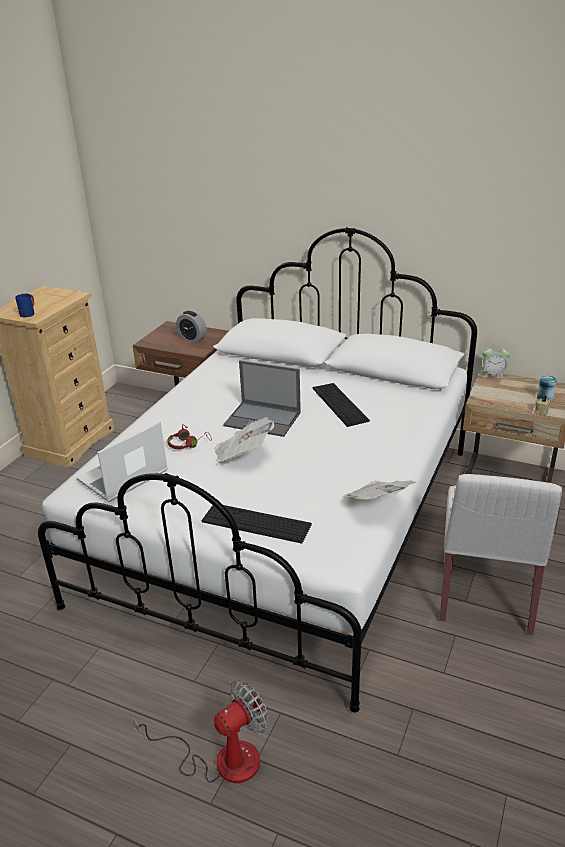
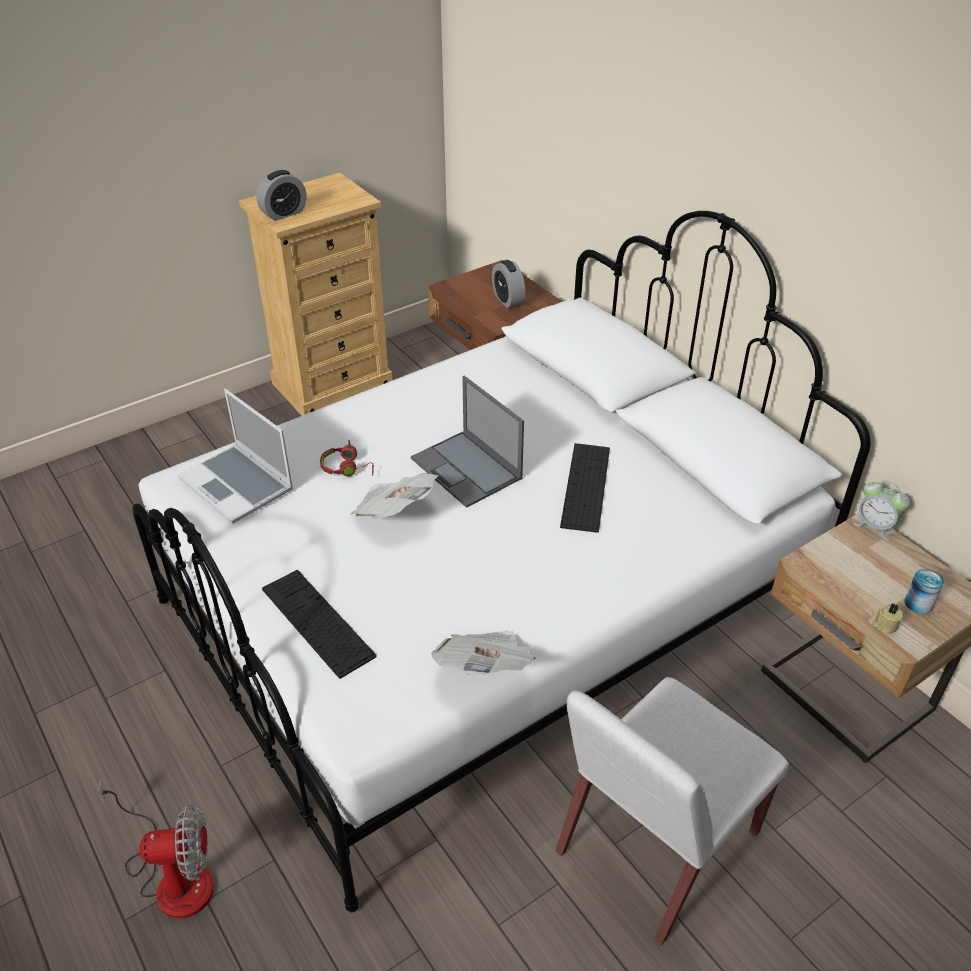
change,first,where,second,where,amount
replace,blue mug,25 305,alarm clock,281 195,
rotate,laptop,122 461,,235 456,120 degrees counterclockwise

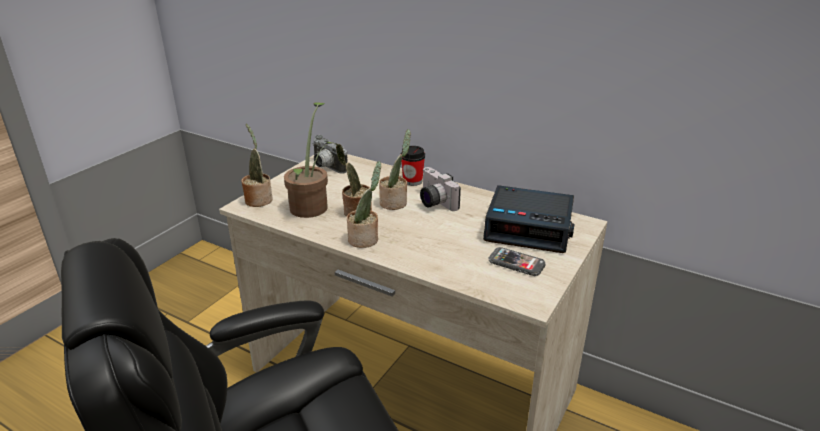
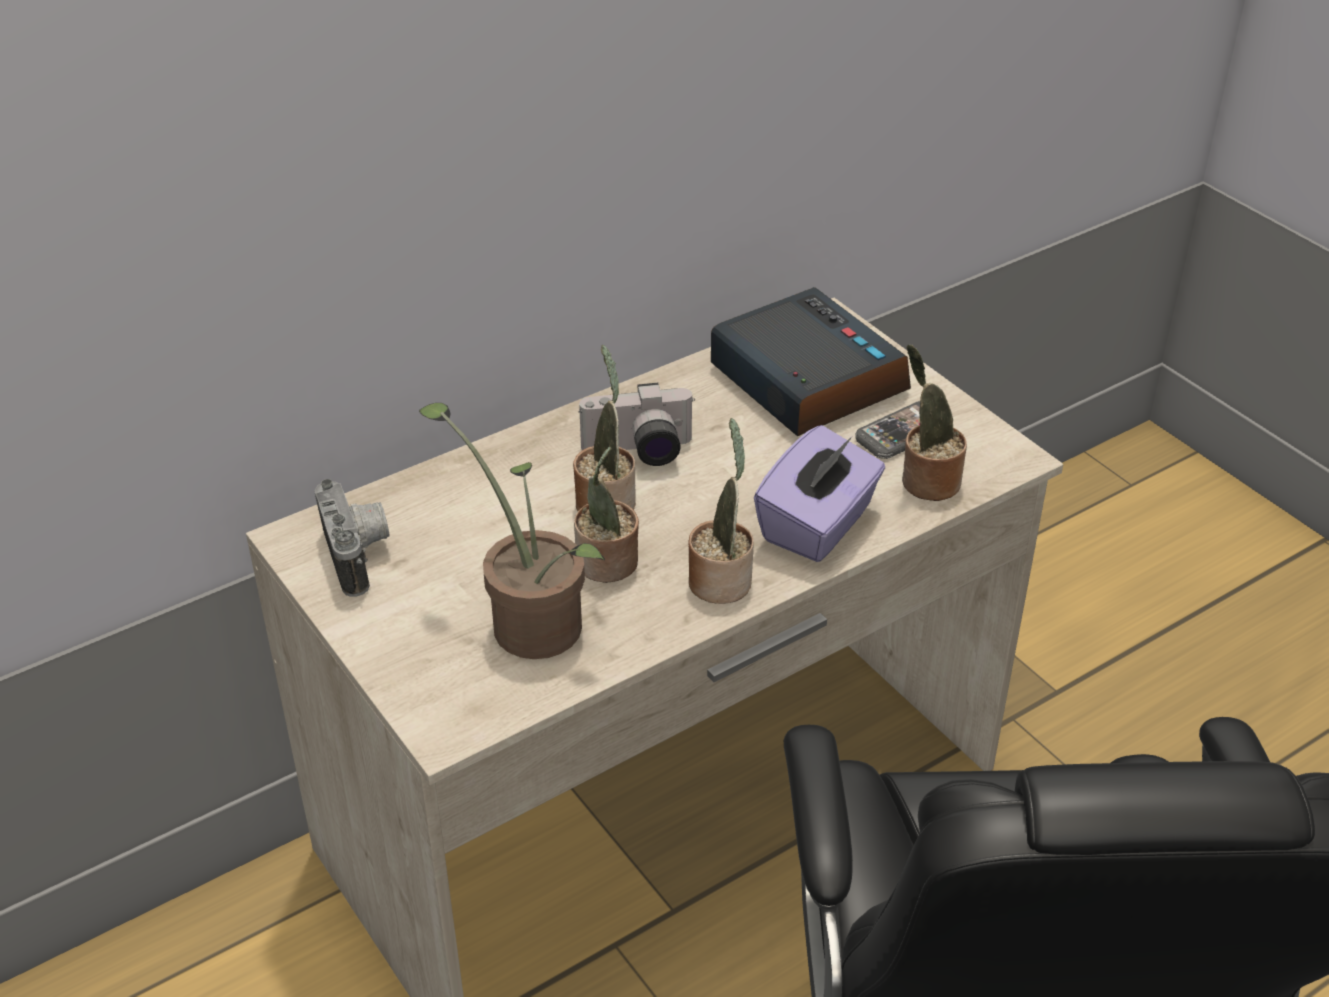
change,first,where,second,where,amount
delete,small cup,413 166,,,
insert,,,purple-coloured tissue box,819 493,
move,houseplant,257 165,,934 423,
rotate,photo camera,330 154,,352 538,90 degrees counterclockwise
rotate,alarm clock,528 219,,811 361,75 degrees counterclockwise

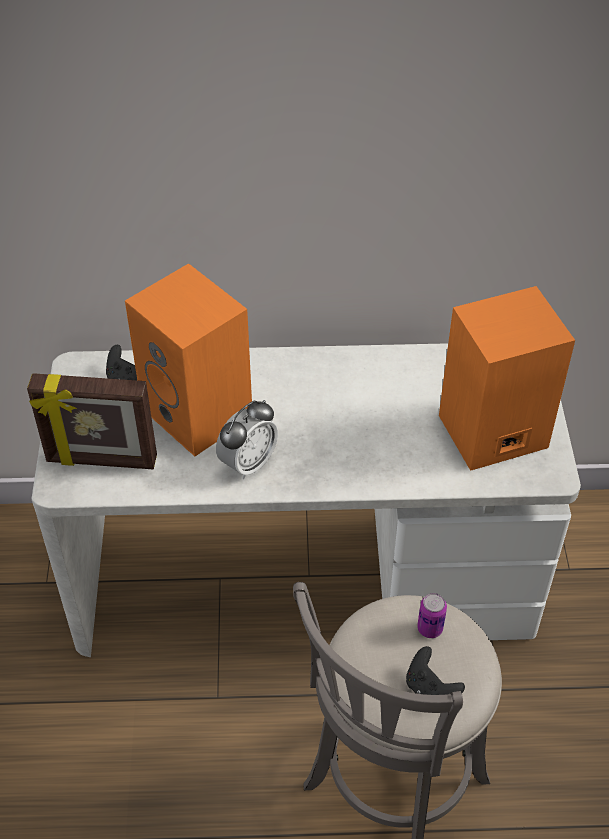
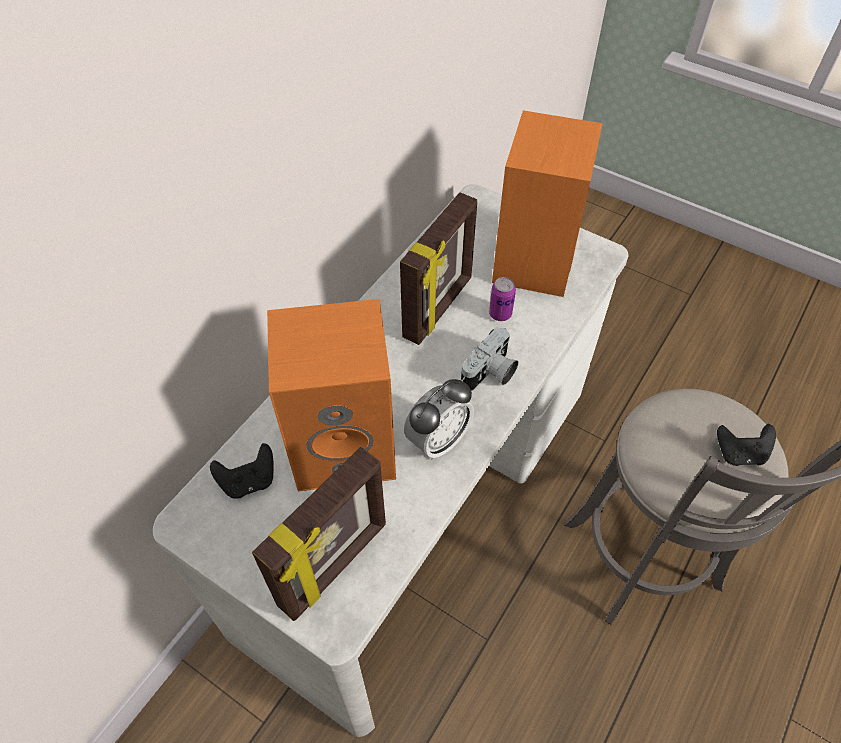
change,first,where,second,where,amount
insert,,,photo frame,438 268,
insert,,,photo camera,489 359,
move,can,432 615,,502 299,
rotate,alarm clock,247 439,,439 419,60 degrees clockwise

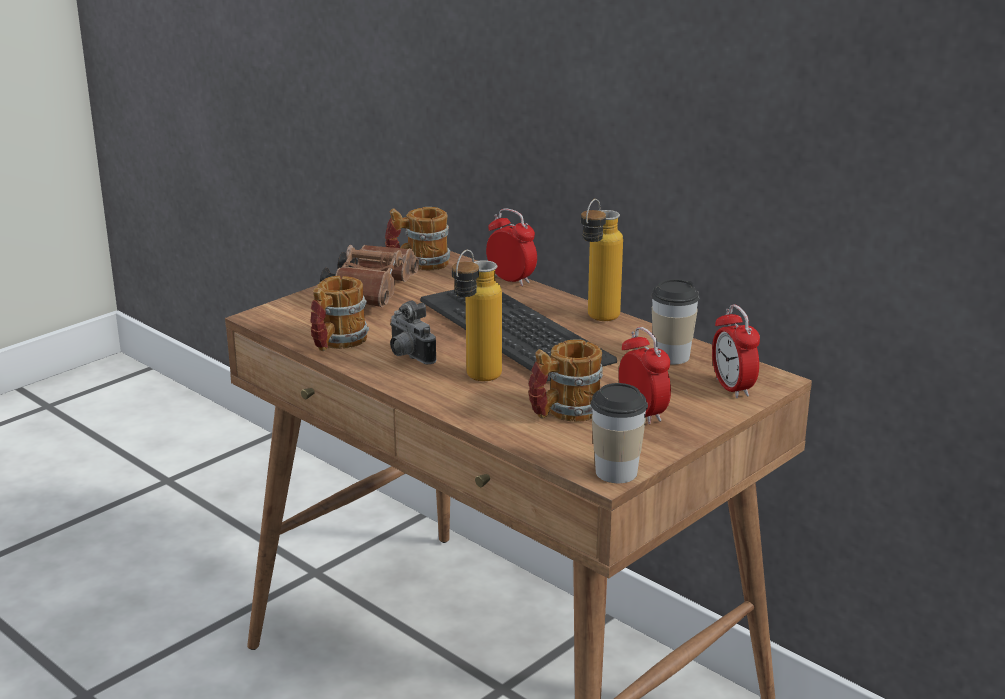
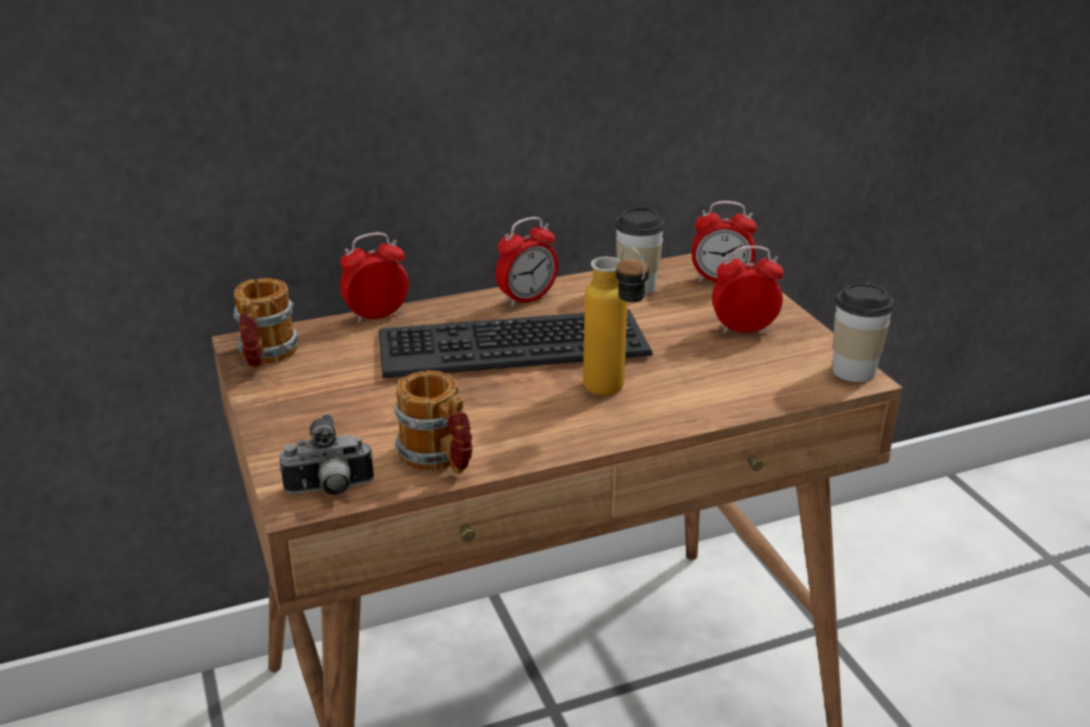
change,first,where,second,where,amount
delete,brown field glasses,369 276,,,
delete,mug,565 381,,,
move,photo camera,413 332,,326 454,
replace,bottle,602 260,alarm clock,527 262,

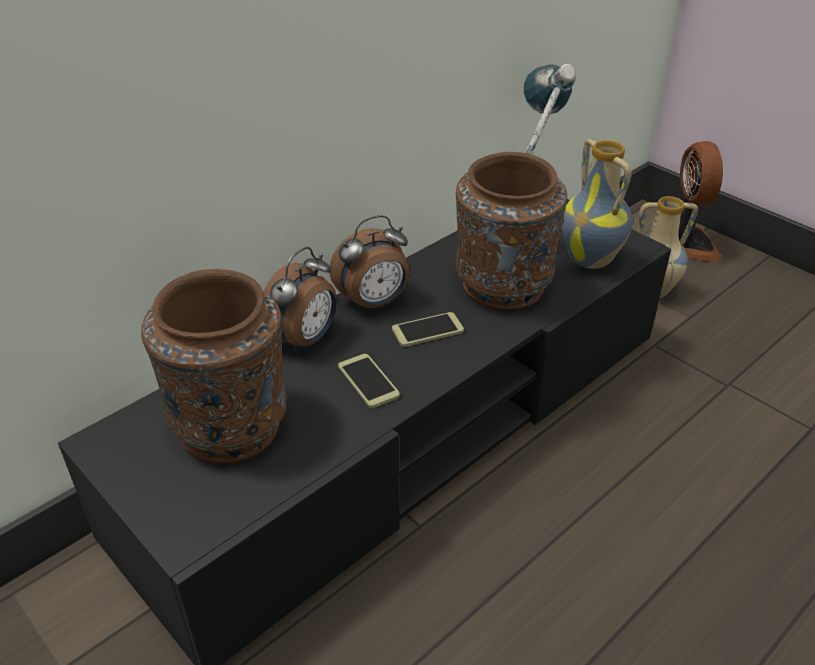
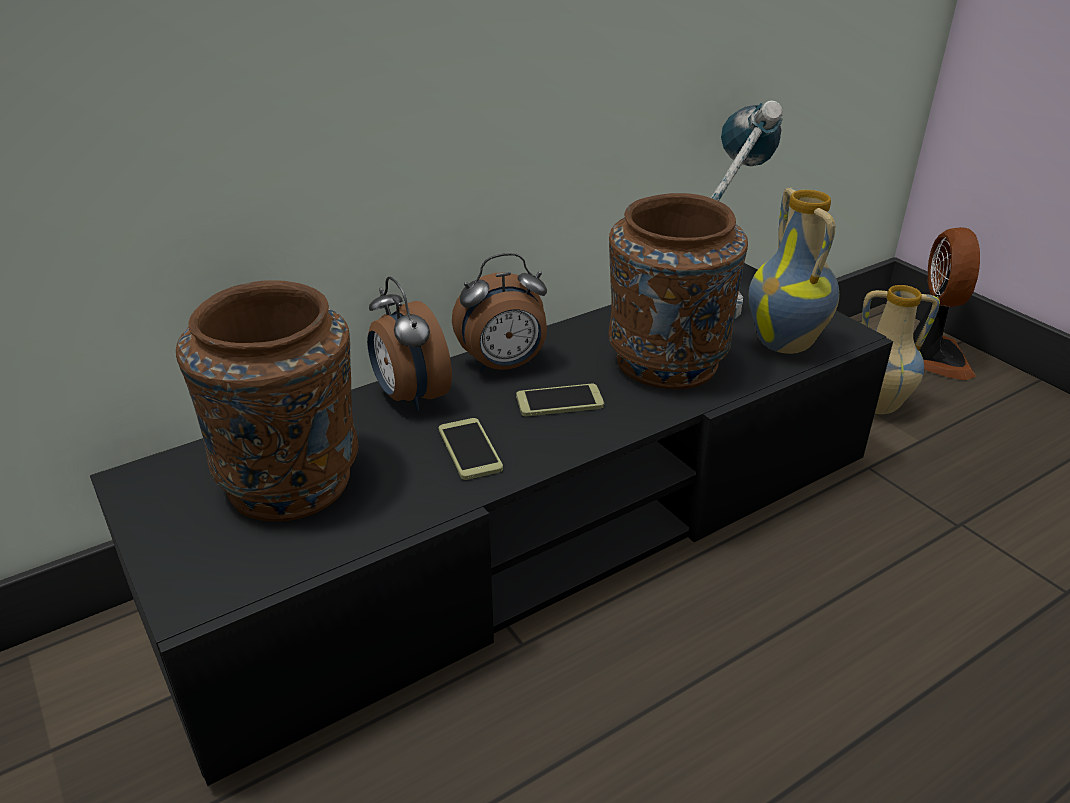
change,first,where,second,where,amount
rotate,alarm clock,300 300,,409 344,105 degrees clockwise

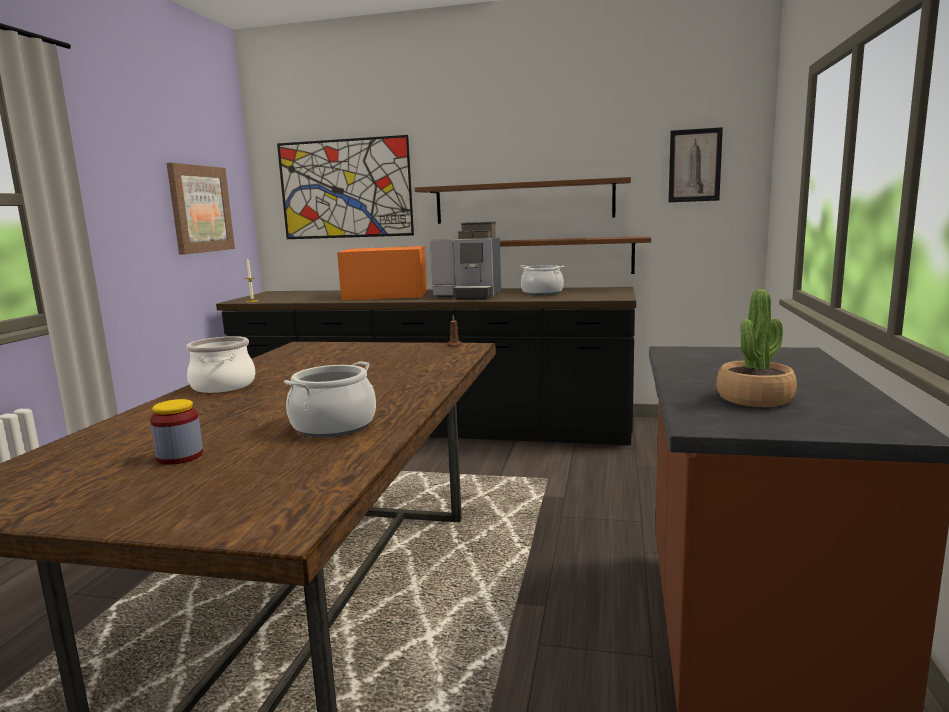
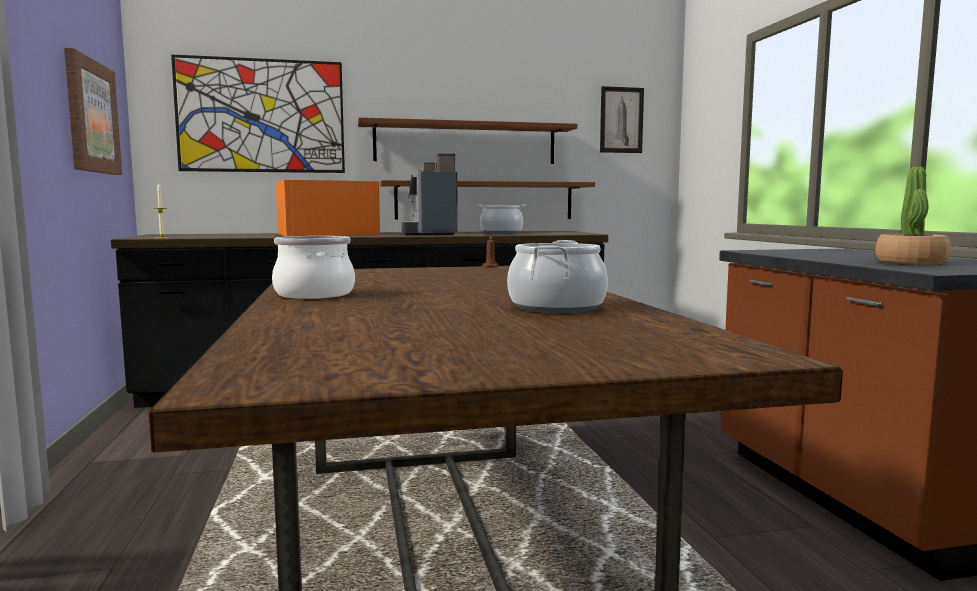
change,first,where,second,where,amount
delete,storage jar,176 432,,,
rotate,coffee maker,465 260,,430 194,90 degrees clockwise

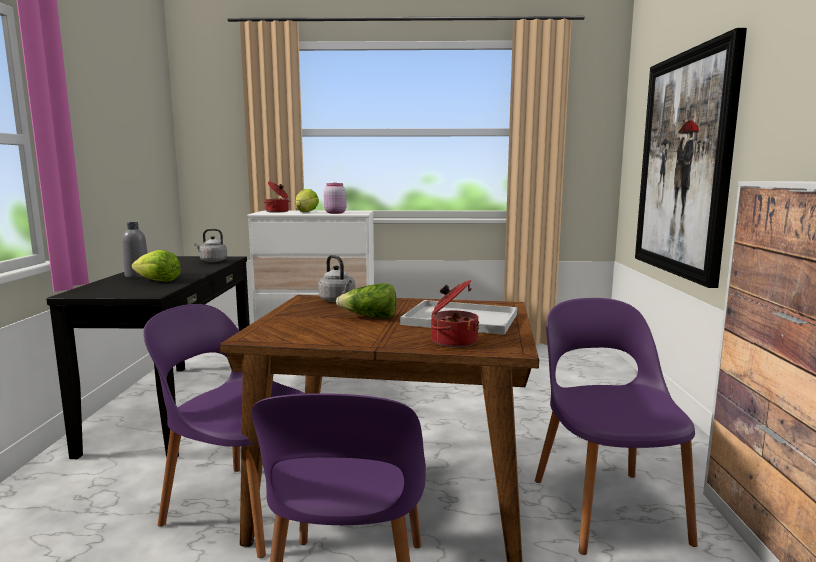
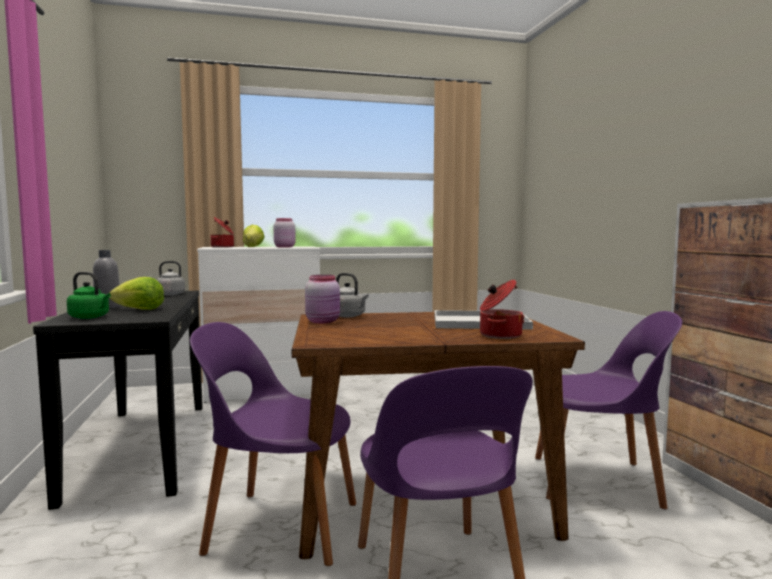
change,first,where,second,where,amount
delete,head of lettuce,366 300,,,
delete,picture,691 158,,,
insert,,,green kettle,89 295,
insert,,,pink storage jar,322 299,
rotate,purple-coloured plain chair,616 426,,608 410,120 degrees clockwise

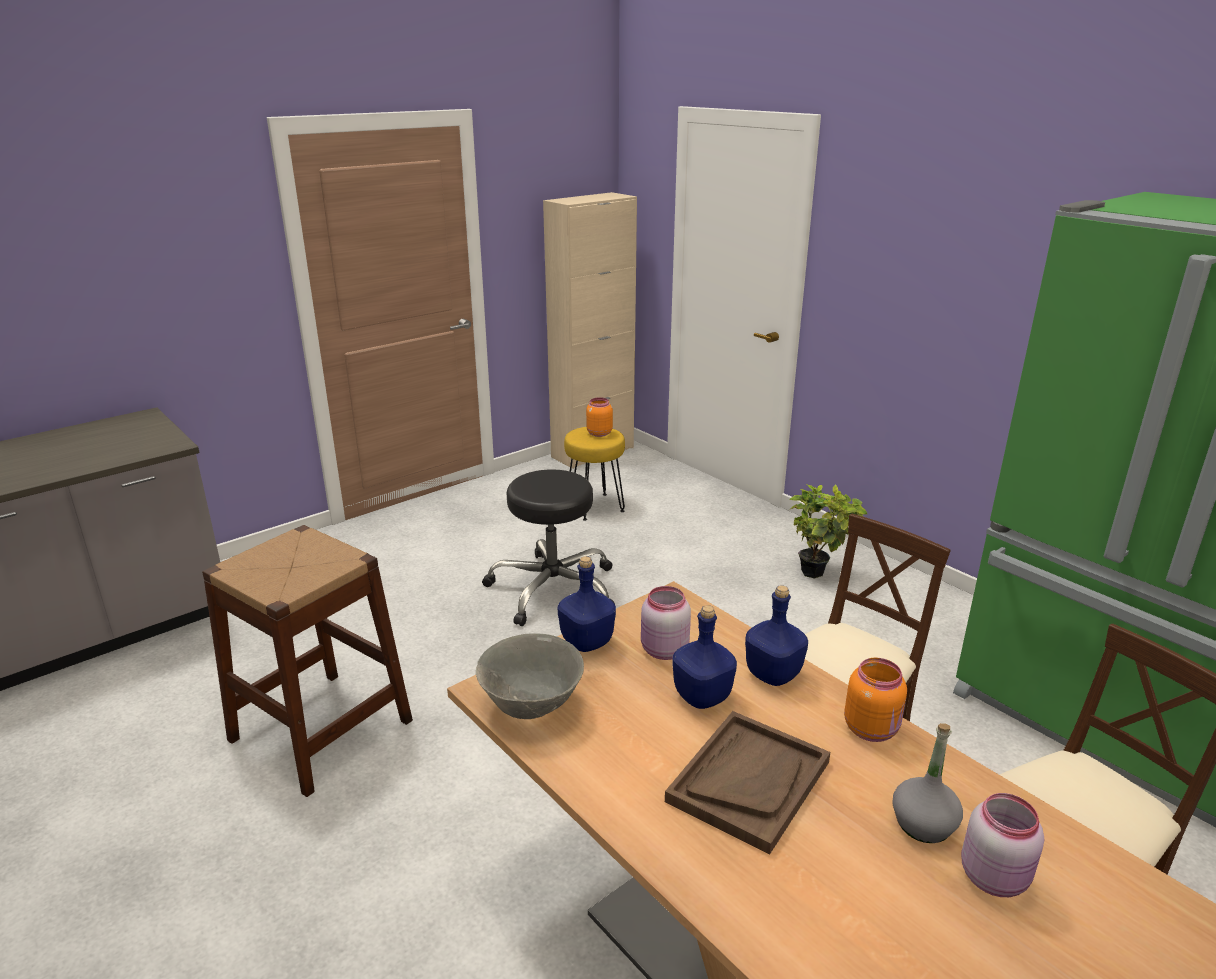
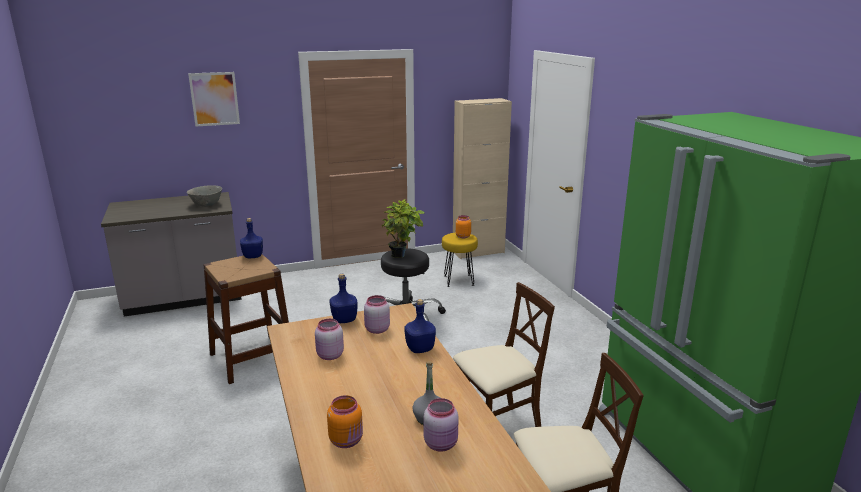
change,first,where,second,where,amount
delete,brown serving tray,747 783,,,
insert,,,picture,214 99,
insert,,,pink storage jar,329 339,
move,grey deep dish,530 676,,204 196,
move,blue bottle,704 657,,251 238,
move,houseplant,828 532,,403 228,
move,orange storage jar,875 700,,345 421,

